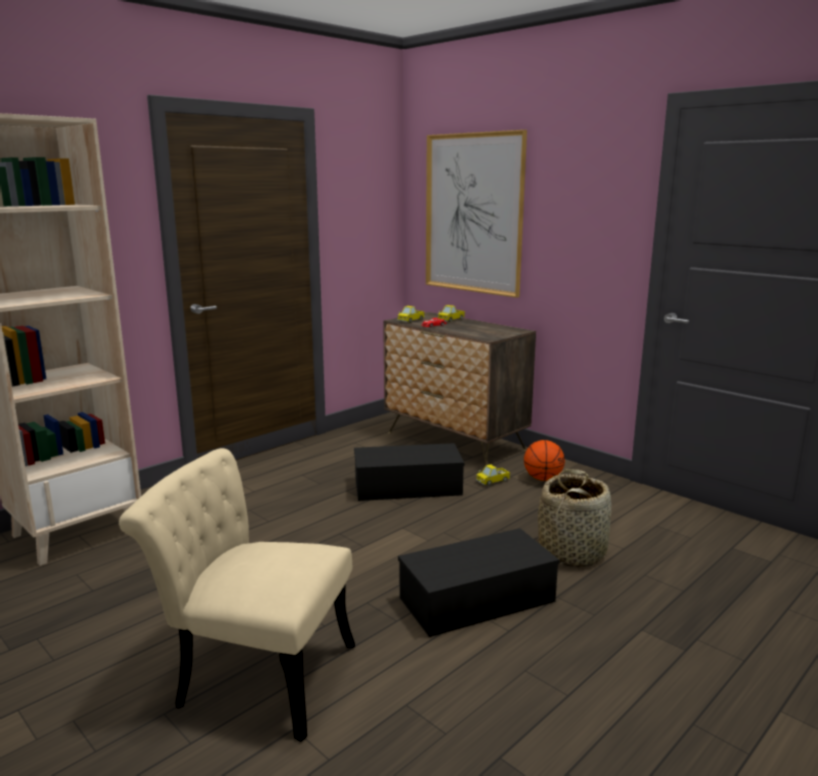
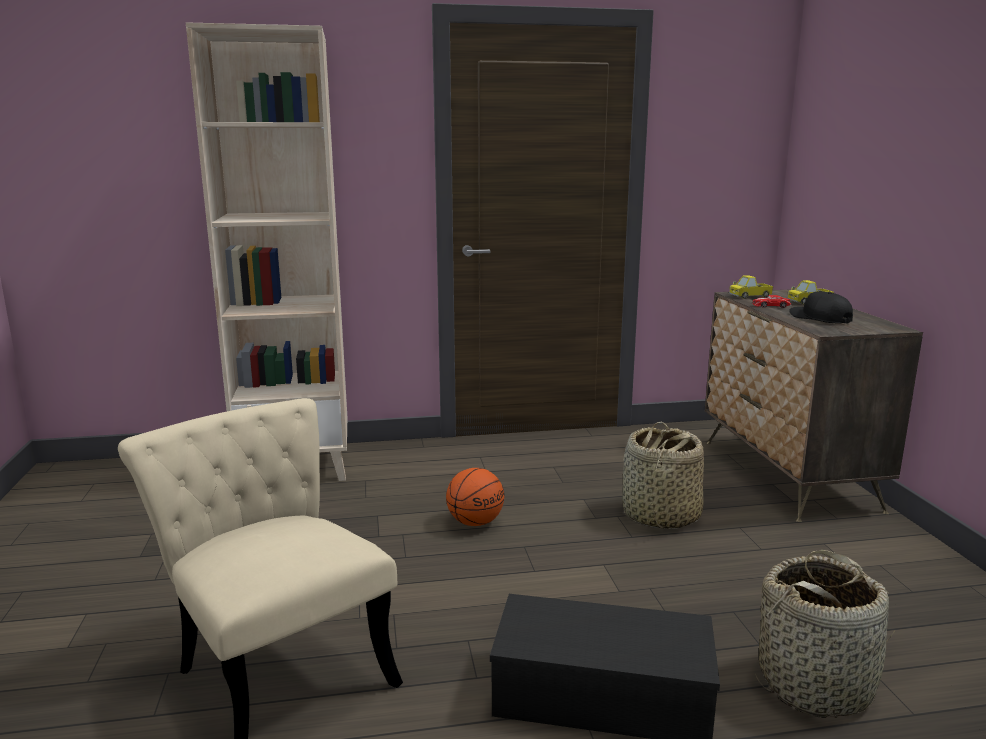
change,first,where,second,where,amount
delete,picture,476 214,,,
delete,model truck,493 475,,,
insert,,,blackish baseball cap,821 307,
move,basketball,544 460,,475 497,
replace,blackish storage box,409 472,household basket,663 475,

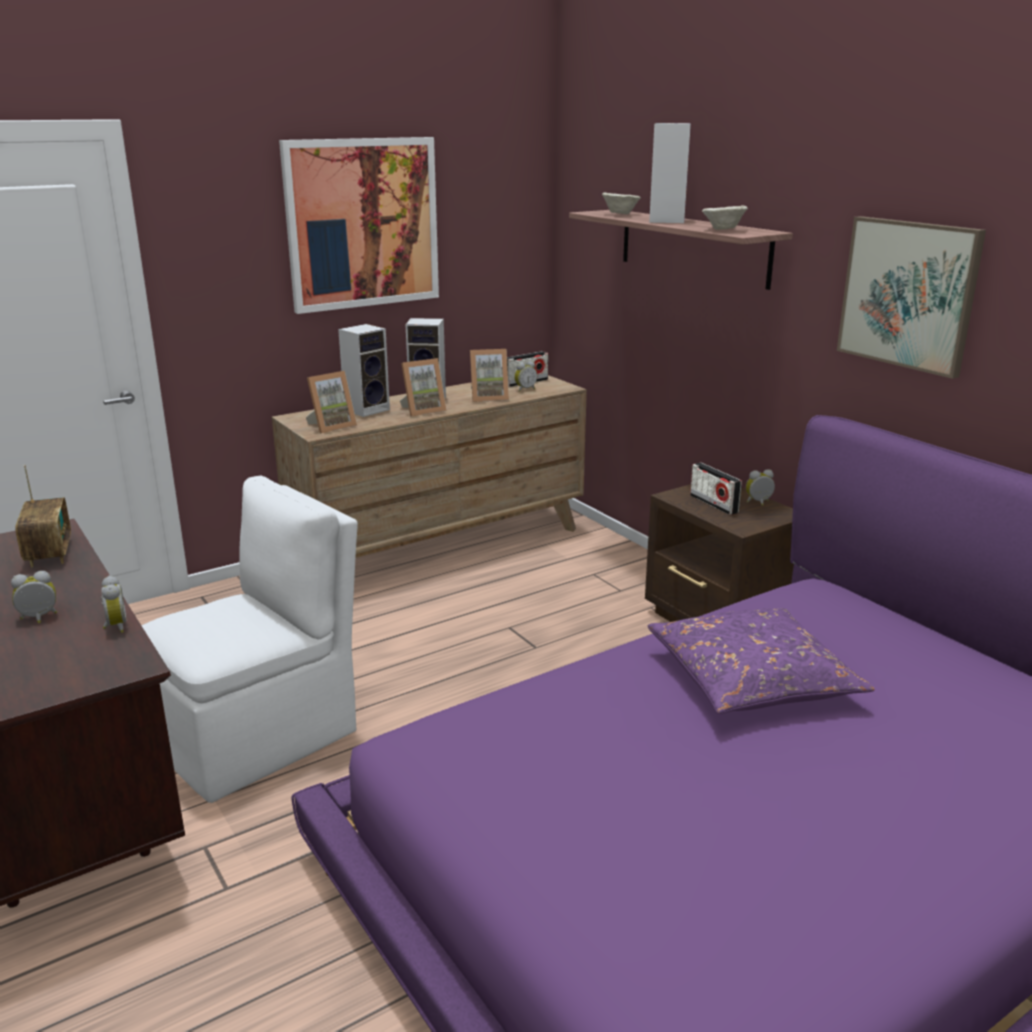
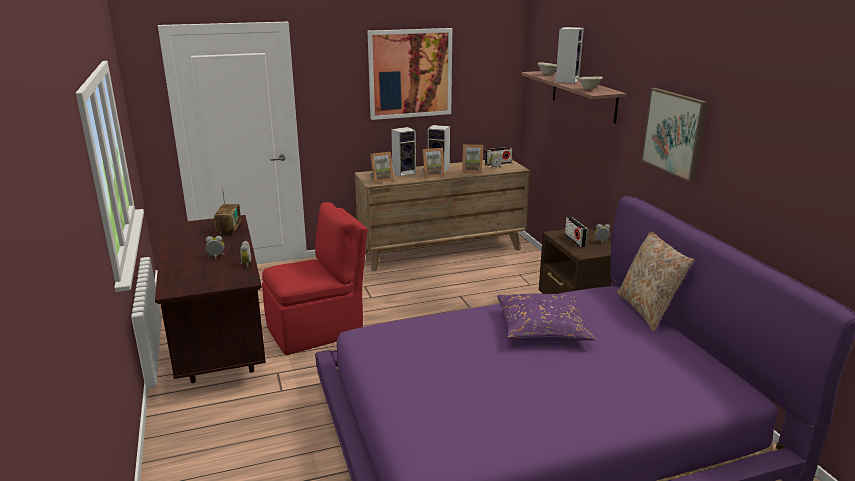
change,first,where,second,where,amount
insert,,,beige-coloured cushion,655 281,
recolor,white plain chair,250 639,reddish plain chair,315 278,

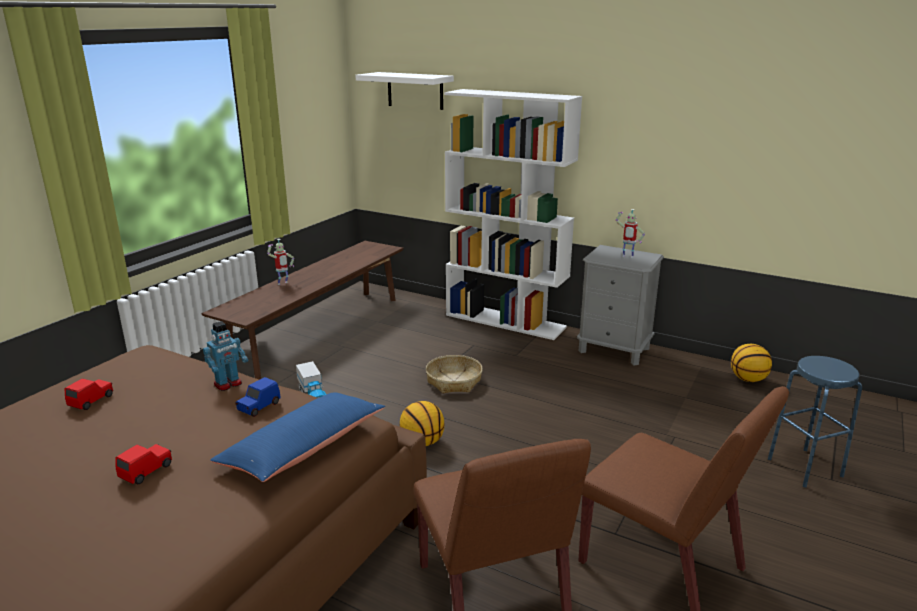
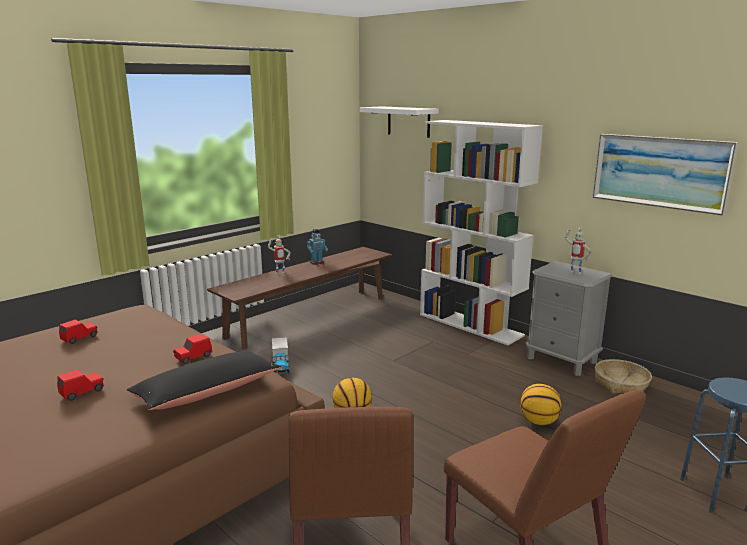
change,first,where,second,where,amount
insert,,,picture,665 175,
move,toy robot,225 356,,317 247,
move,household basket,454 374,,623 376,
move,basketball,751 363,,540 404,
recolor,blue cushion,297 437,blackish cushion,204 380,
recolor,blue model car,258 397,reddish model car,192 349,

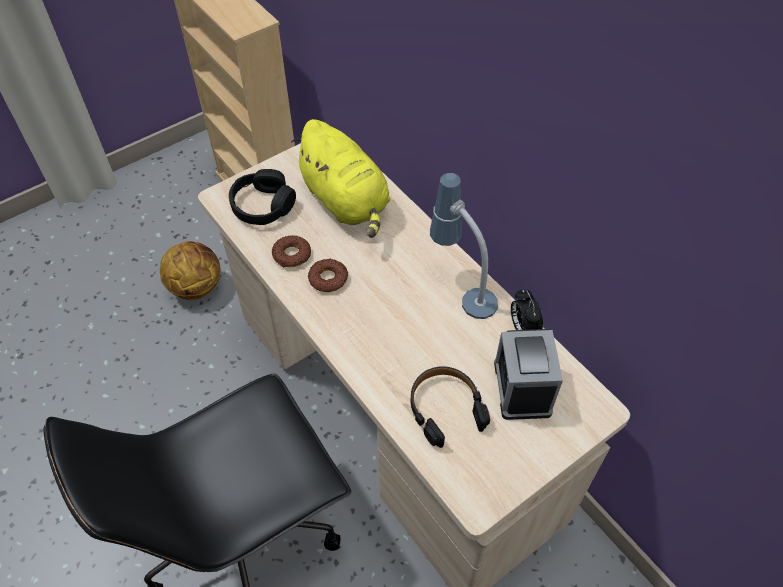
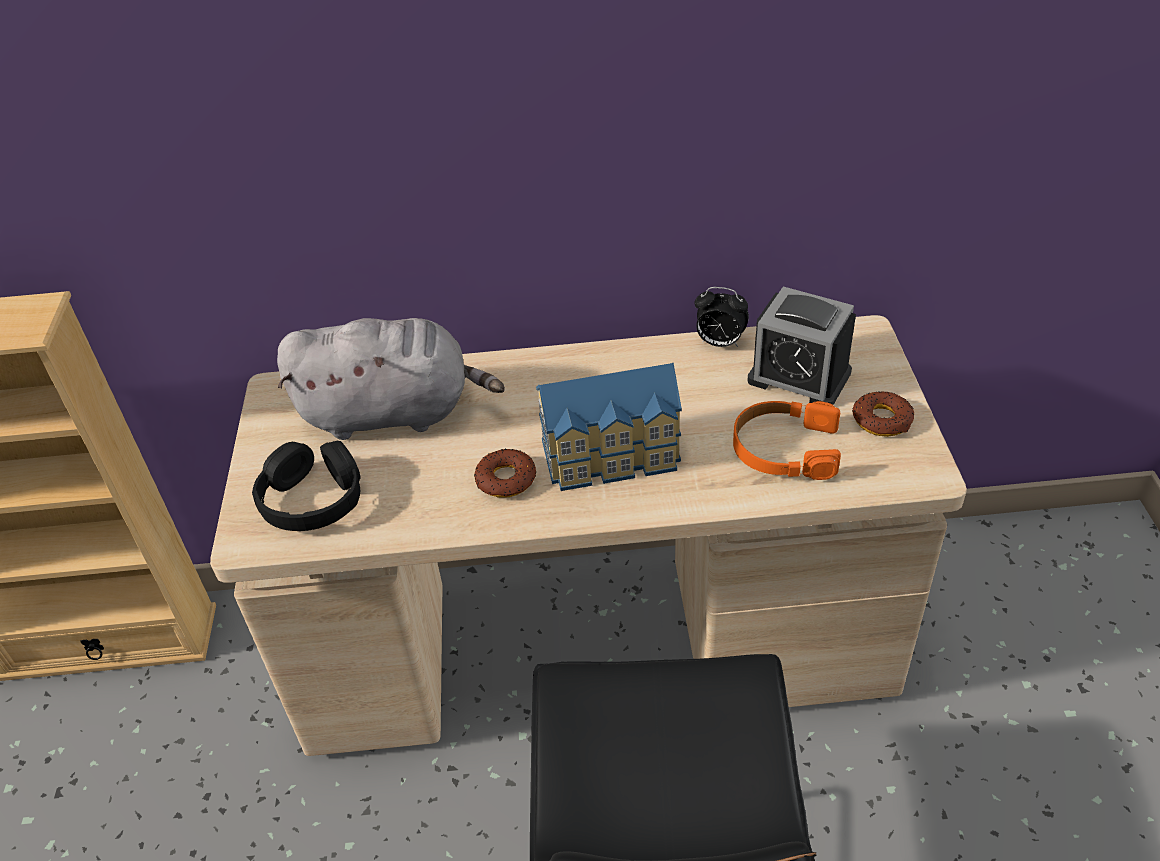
change,first,where,second,where,amount
delete,basketball,190 270,,,
delete,lamp for a table,464 246,,,
insert,,,miniature house,609 427,
move,doughnut,291 251,,883 414,
recolor,yellow-coloured cuddly toy,340 178,grey cuddly toy,391 379,
recolor,blackish headset,450 407,orange headset,787 440,

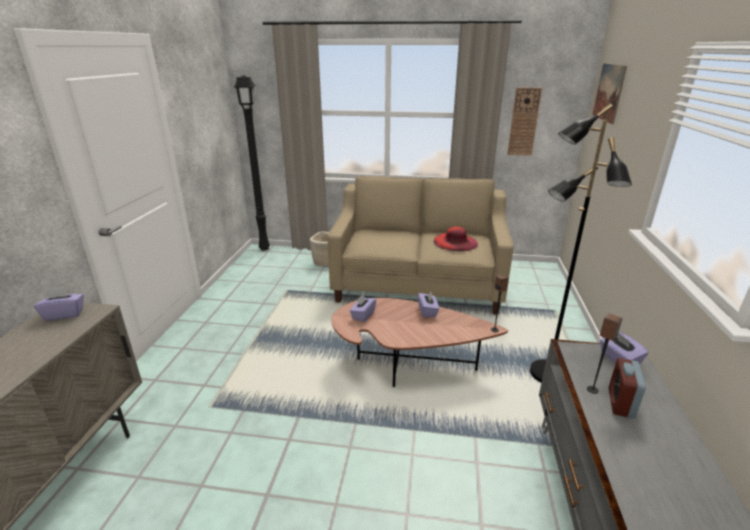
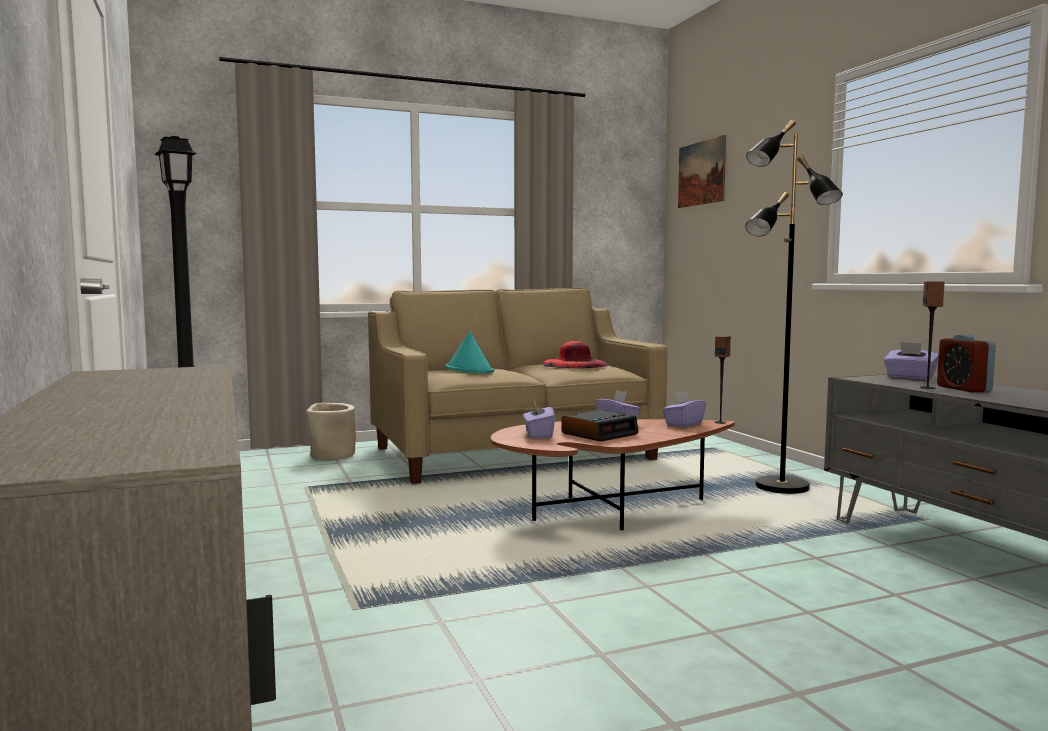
change,first,where,second,where,amount
delete,clock on the wall,524 121,,,
insert,,,blue-green hat,469 352,
insert,,,alarm clock,600 426,
move,purple-coloured tissue box,59 304,,684 409,

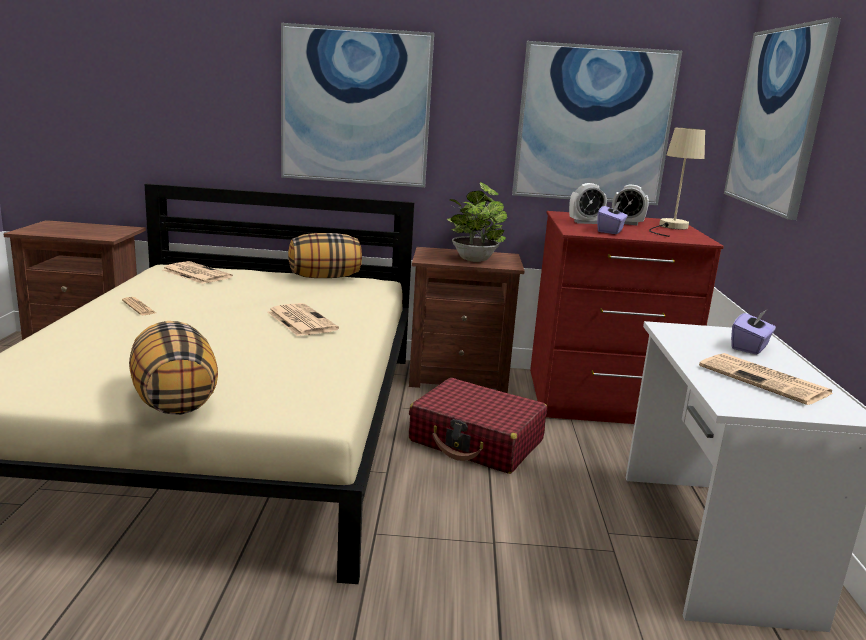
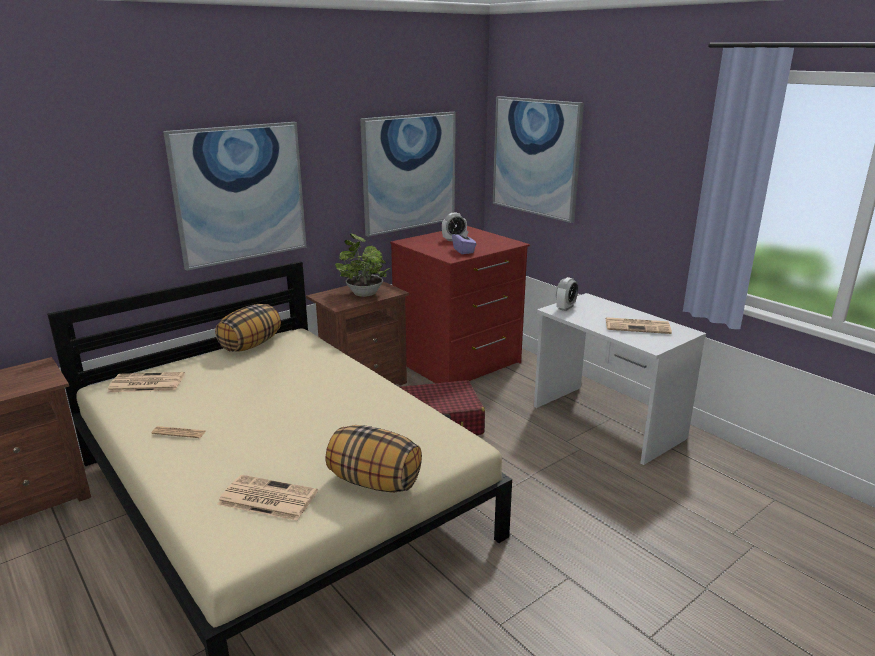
change,first,where,second,where,amount
delete,beige-coloured lamp for a table,677 182,,,
delete,purple-coloured tissue box,753 332,,,
move,printed paper,303 319,,267 498,
move,alarm clock,588 203,,567 294,

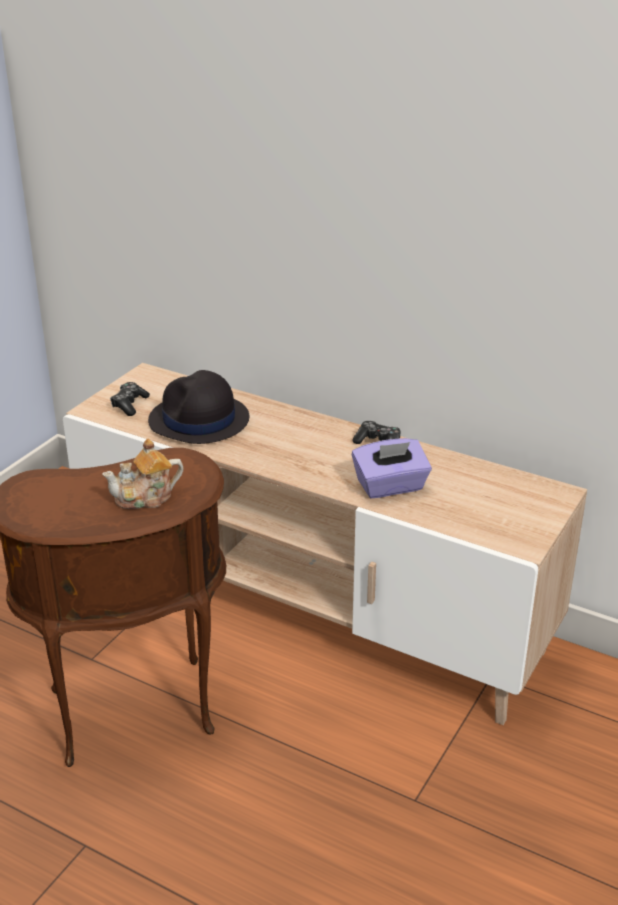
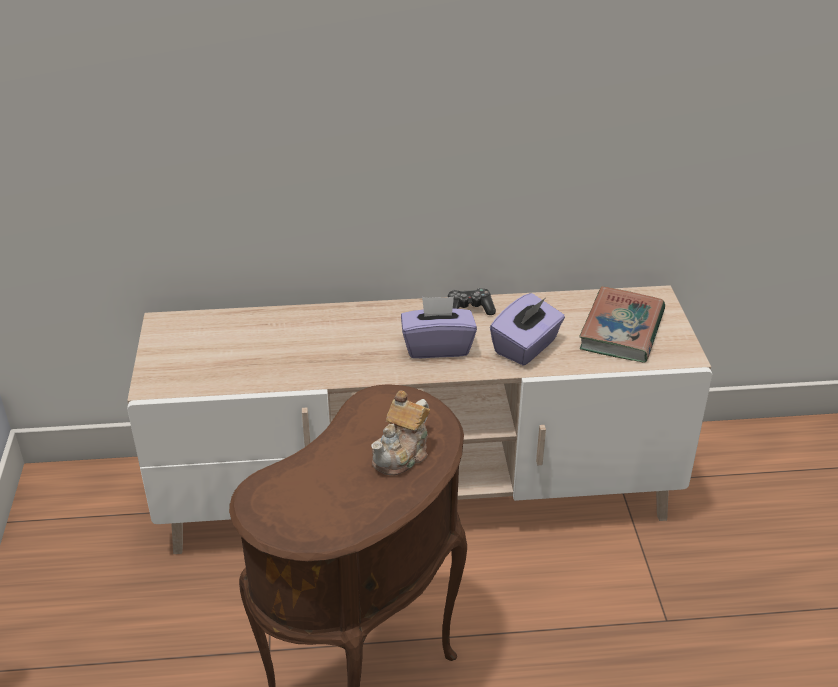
change,first,where,second,where,amount
delete,joypad,130 399,,,
delete,blackish hat,198 407,,,
insert,,,purple-coloured tissue box,439 327,
insert,,,bound book,622 324,

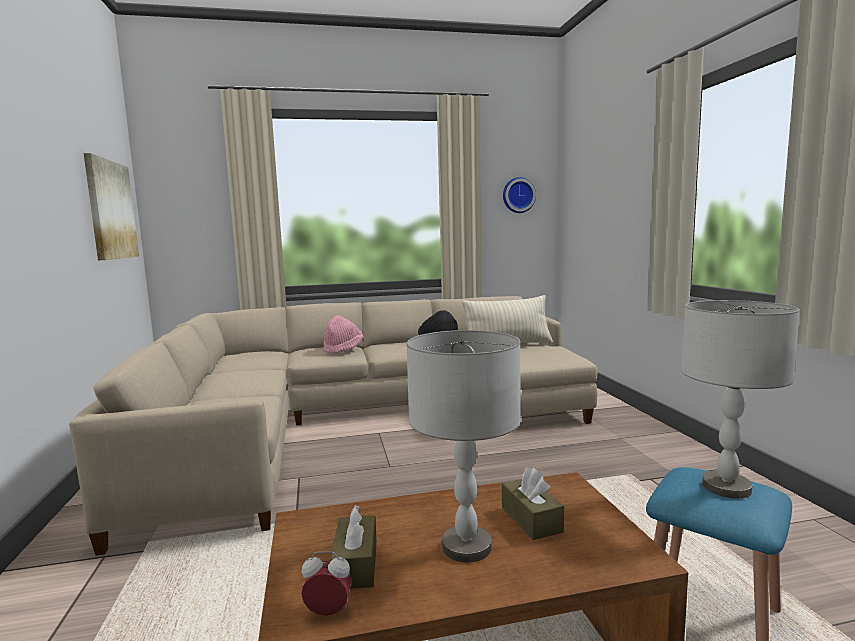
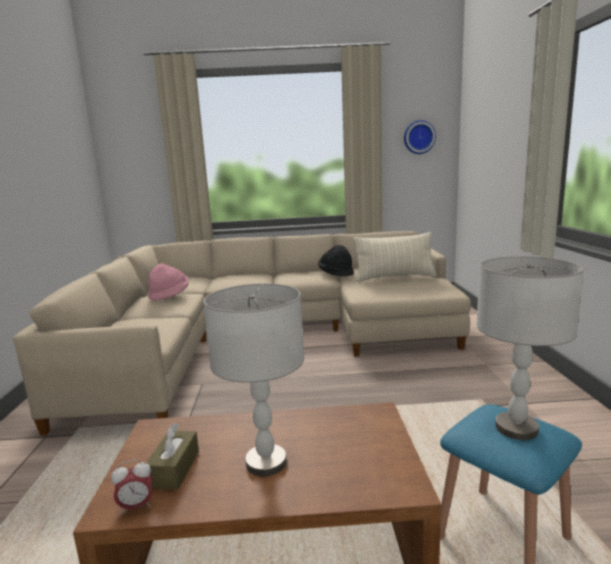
change,first,where,second,where,amount
delete,picture,111 206,,,
delete,brown tissue box,533 504,,,
move,pink hat,343 334,,168 282,
rotate,alarm clock,327 583,,132 487,150 degrees clockwise

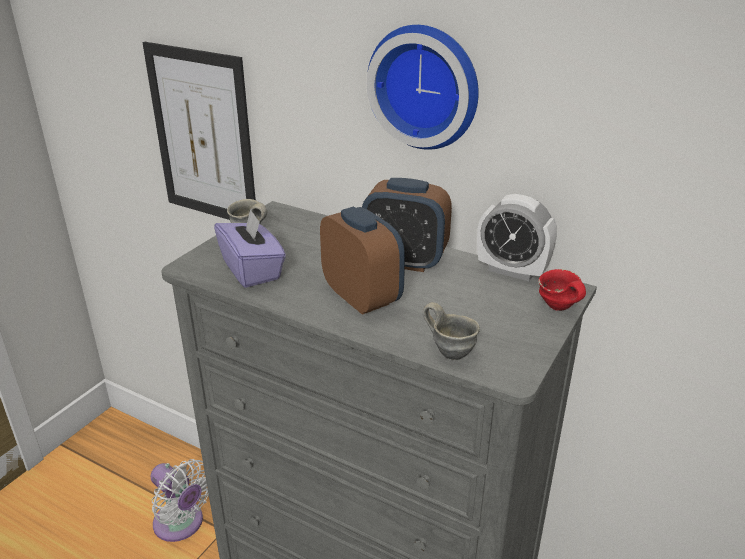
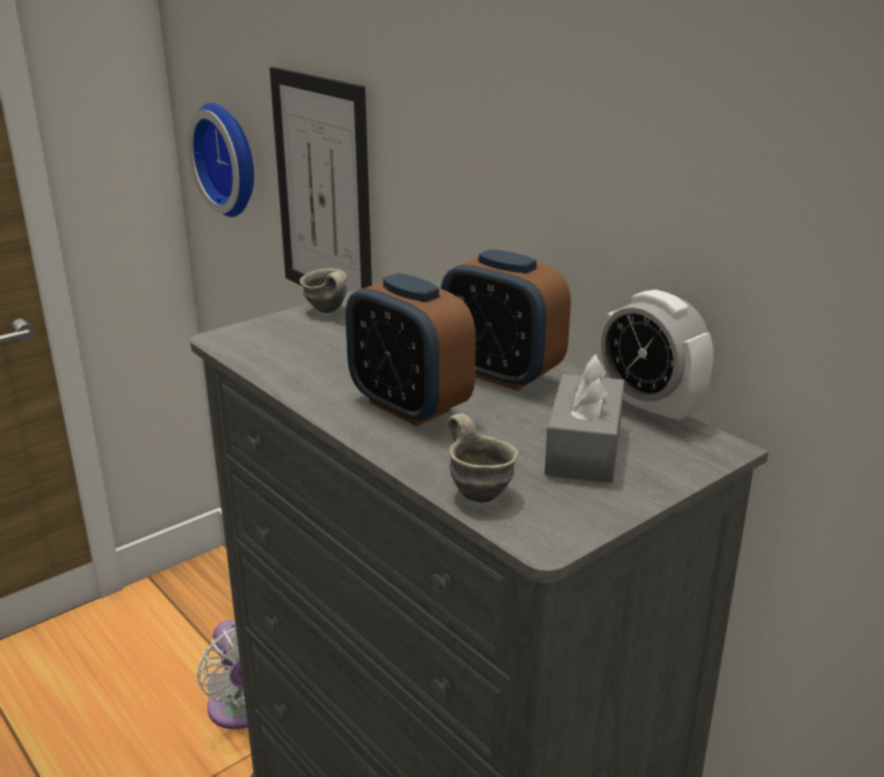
change,first,where,second,where,amount
delete,purple-coloured tissue box,250 248,,,
delete,reddish mug,562 290,,,
insert,,,grey tissue box,584 418,
move,clock on the wall,423 87,,220 160,
rotate,alarm clock,362 261,,411 350,150 degrees clockwise

